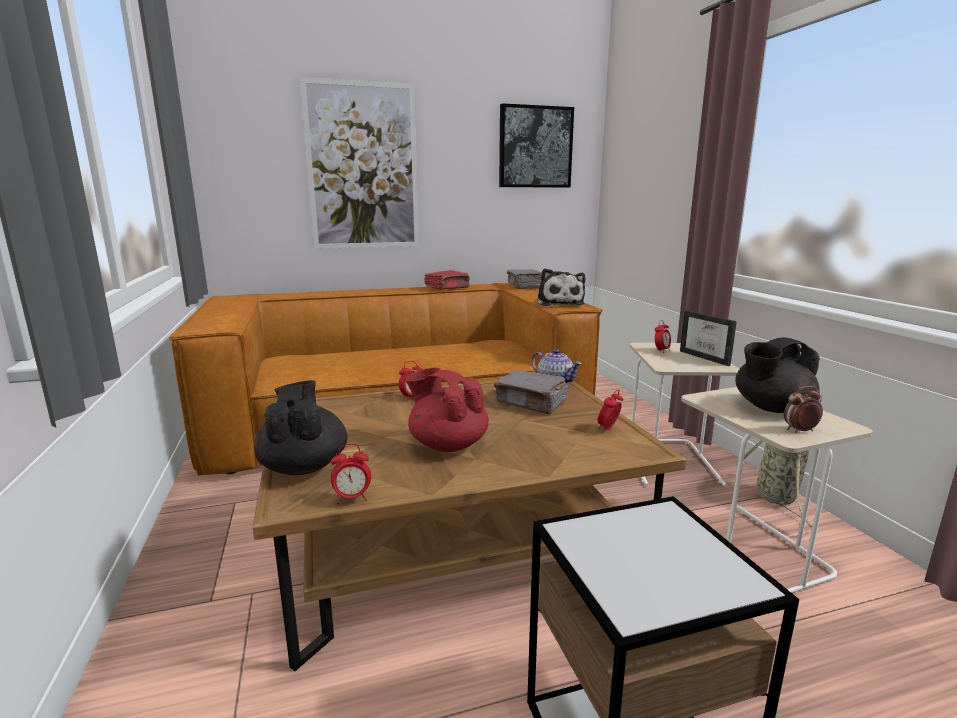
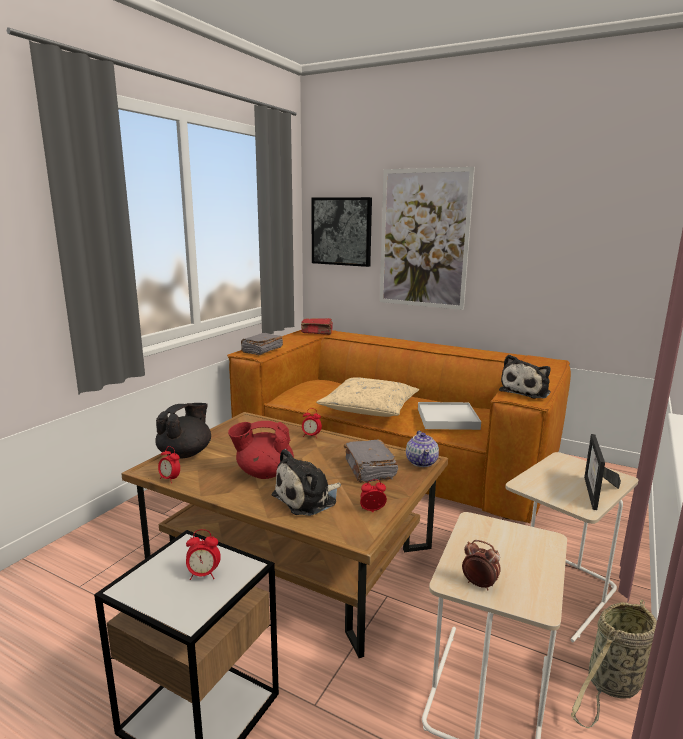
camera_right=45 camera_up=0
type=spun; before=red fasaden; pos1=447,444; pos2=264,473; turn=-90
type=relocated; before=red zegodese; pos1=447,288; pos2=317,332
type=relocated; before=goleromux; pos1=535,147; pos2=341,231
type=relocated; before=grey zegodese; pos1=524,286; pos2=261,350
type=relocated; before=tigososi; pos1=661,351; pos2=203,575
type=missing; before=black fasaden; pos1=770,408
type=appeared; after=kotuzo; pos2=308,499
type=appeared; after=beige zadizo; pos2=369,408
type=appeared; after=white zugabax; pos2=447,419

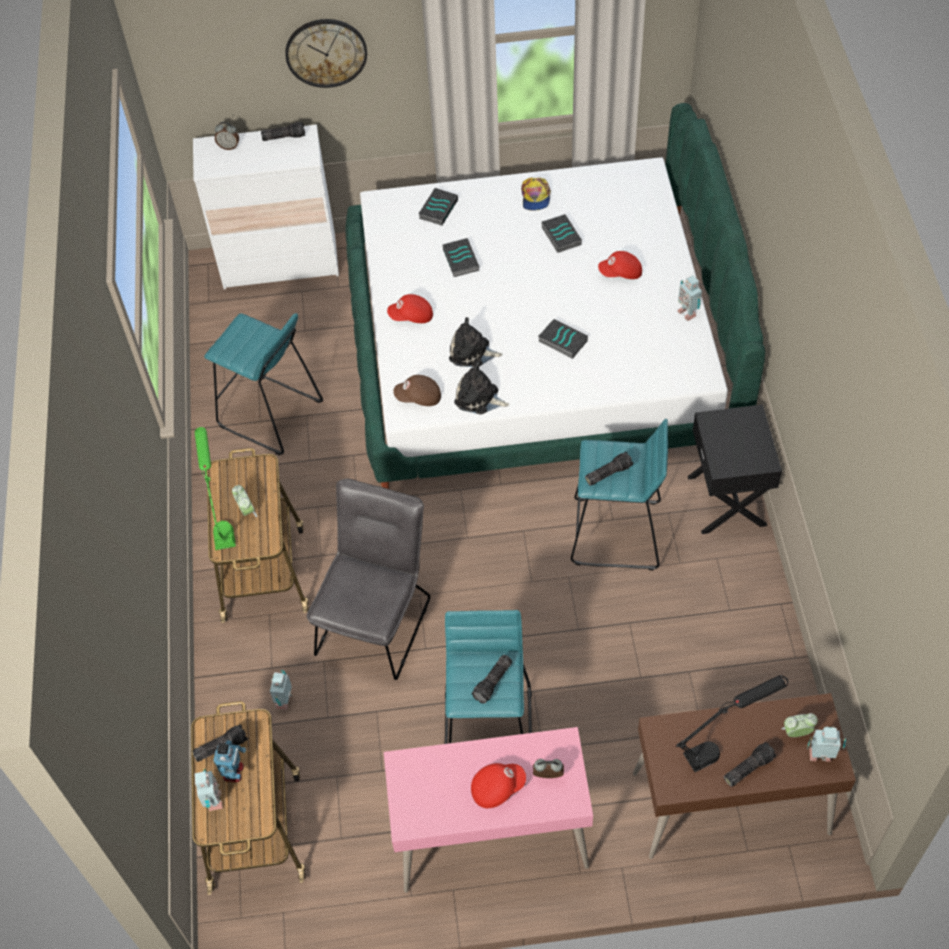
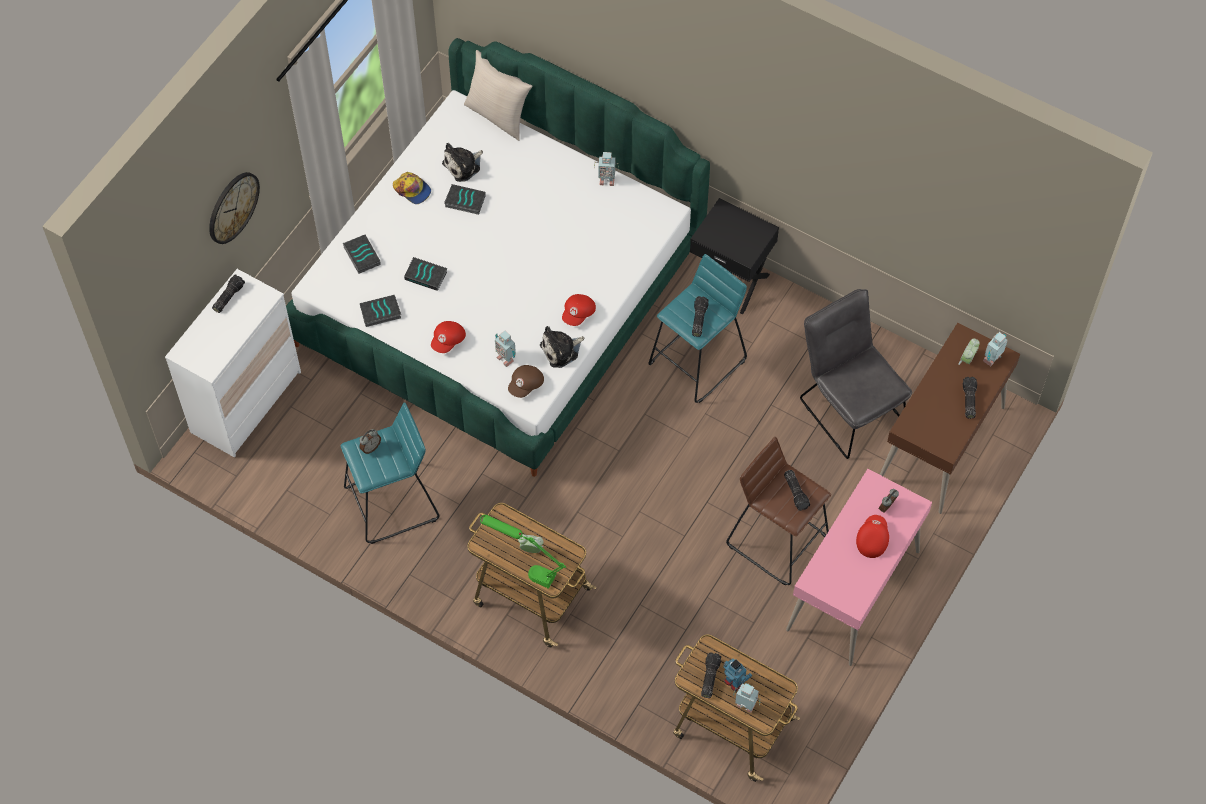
camera_right=-55 camera_up=5
type=relocated; before=tigososi; pos1=229,146; pos2=370,447
type=relocated; before=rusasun; pos1=285,700; pos2=506,358
type=relocated; before=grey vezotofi; pos1=377,619; pos2=848,406
type=colour; before=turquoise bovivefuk; after=brown bovivefuk; pos1=489,729; pos2=777,539
type=relocated; before=kotuzo; pos1=472,352; pos2=463,165
type=relocated; before=zegodese; pos1=562,341; pos2=380,313
type=relocated; before=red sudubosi; pos1=621,273; pos2=579,314
type=missing; before=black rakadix; pos1=723,746
type=appeared; after=beige zadizo; pos2=498,115

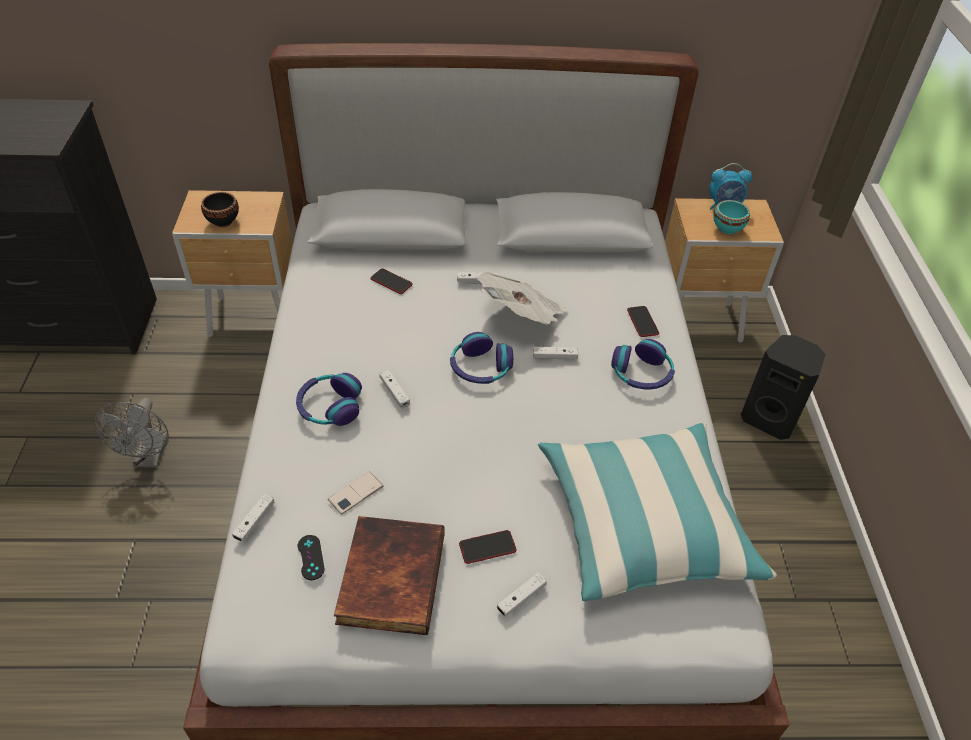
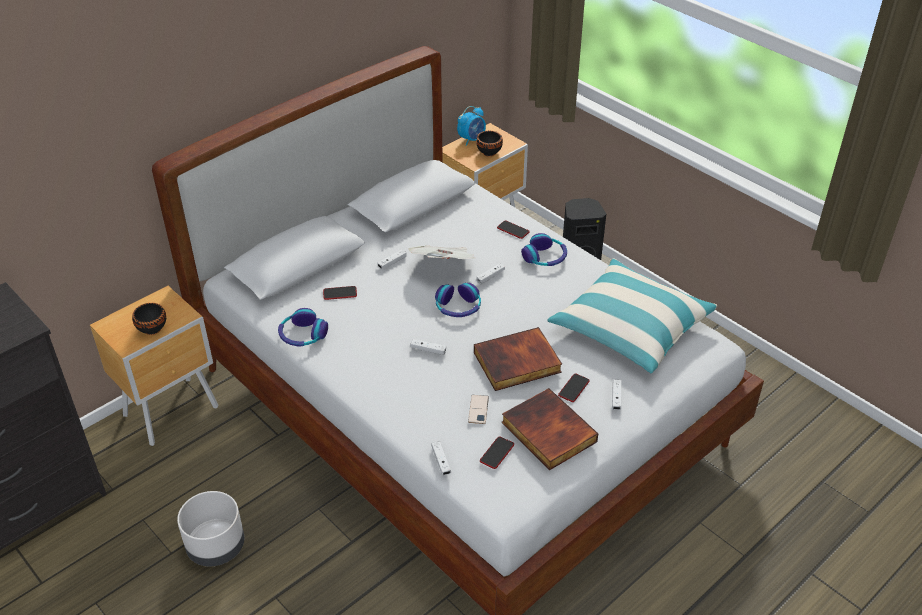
camera_right=-40 camera_up=-5
type=exchanged; before=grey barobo; after=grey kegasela; pos1=150,458; pos2=216,546
type=relocated; before=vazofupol; pos1=329,406; pos2=302,335
type=exchanged; before=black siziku; after=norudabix; pos1=311,557; pos2=497,453
type=colour; before=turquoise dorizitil; after=black dorizitil; pos1=727,228; pos2=488,152
type=appeared; after=zegodese; pos2=517,363

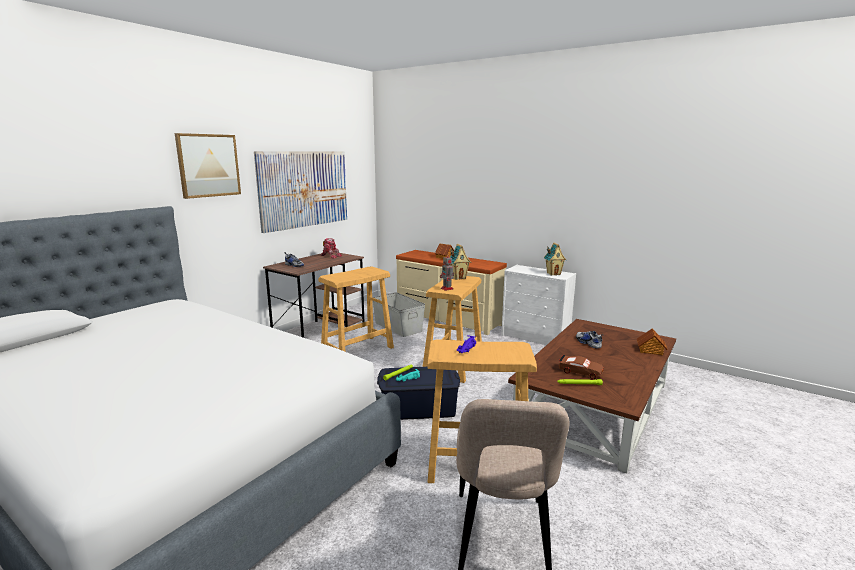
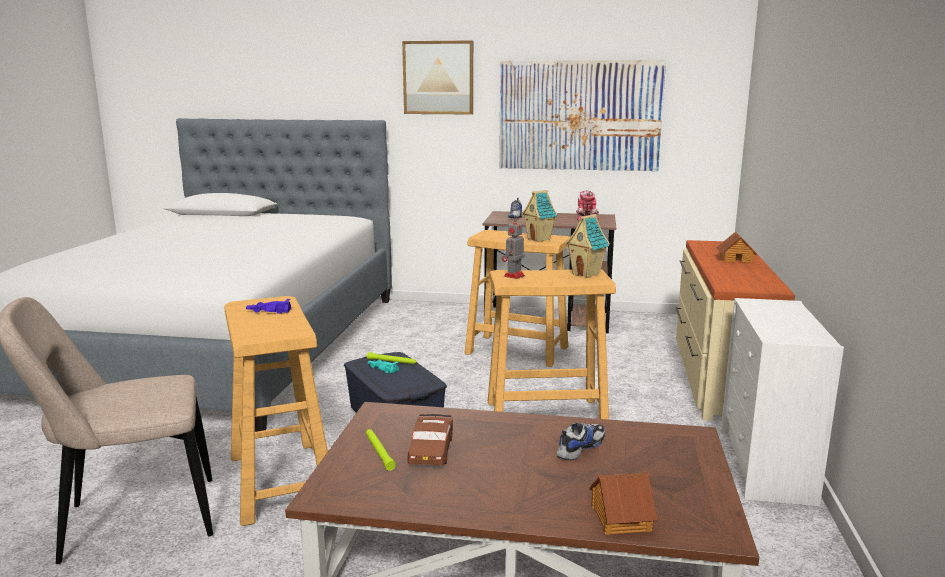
camera_right=65 camera_up=0
type=missing; before=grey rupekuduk; pos1=398,326
type=relocated; before=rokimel; pos1=553,273; pos2=539,239

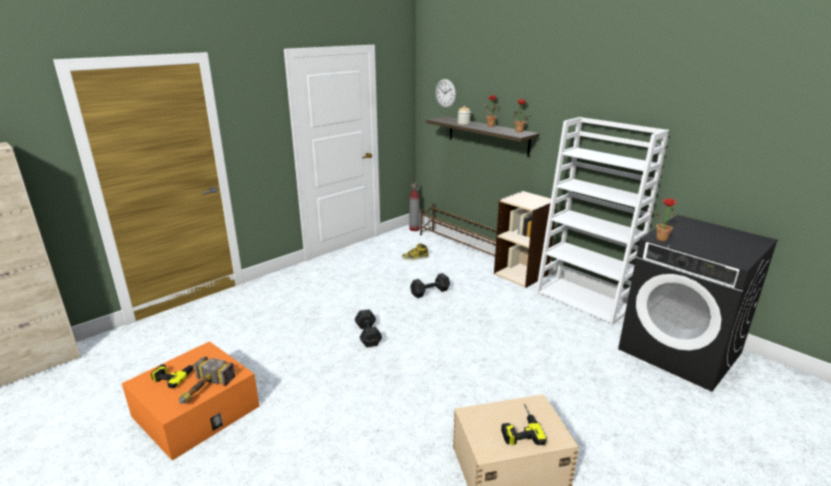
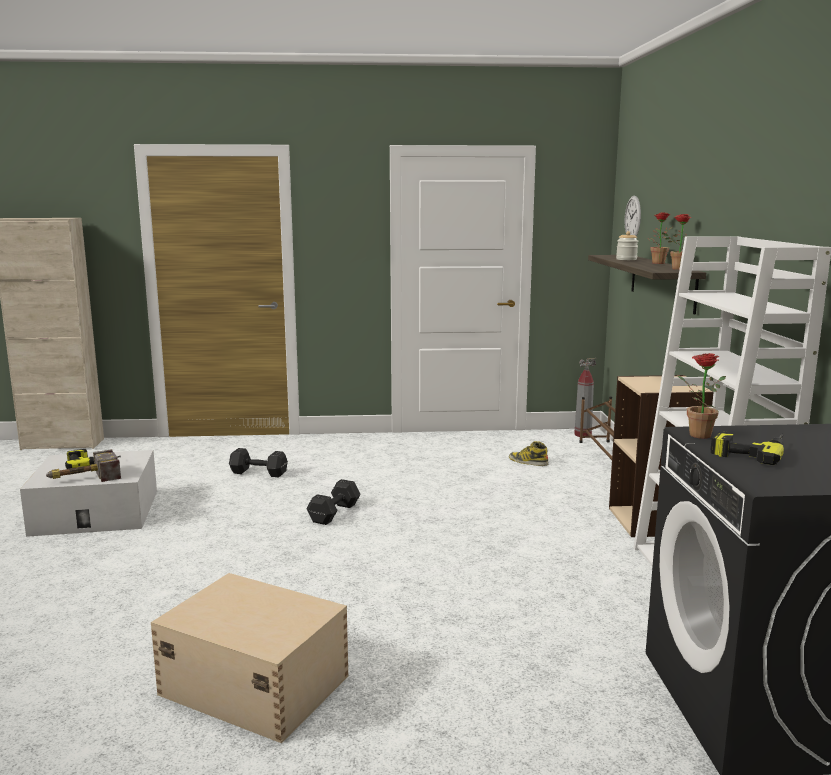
camera_right=40 camera_up=-10
type=colour; before=orange rupekuduk; after=white rupekuduk; pos1=196,411; pos2=96,512
type=relocated; before=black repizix; pos1=431,292; pos2=259,473
type=relocated; before=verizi; pos1=519,427; pos2=750,450

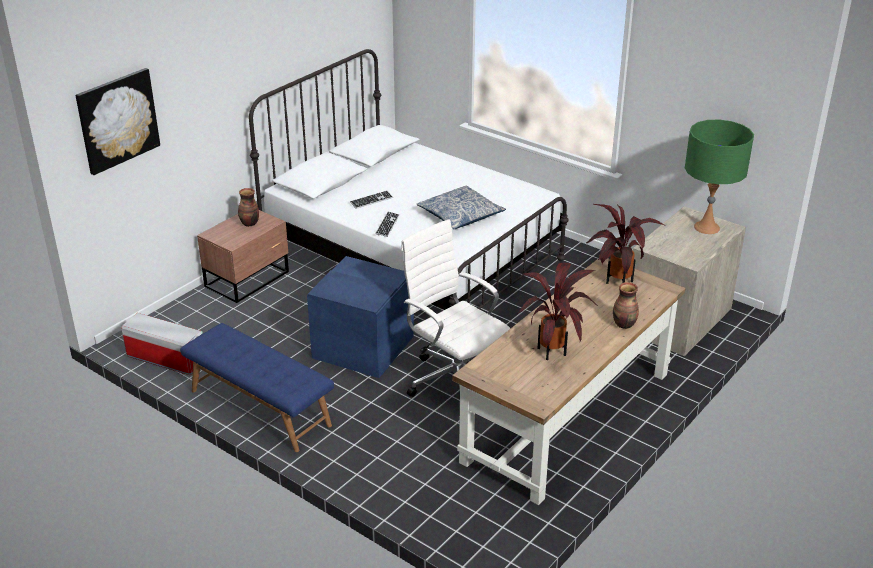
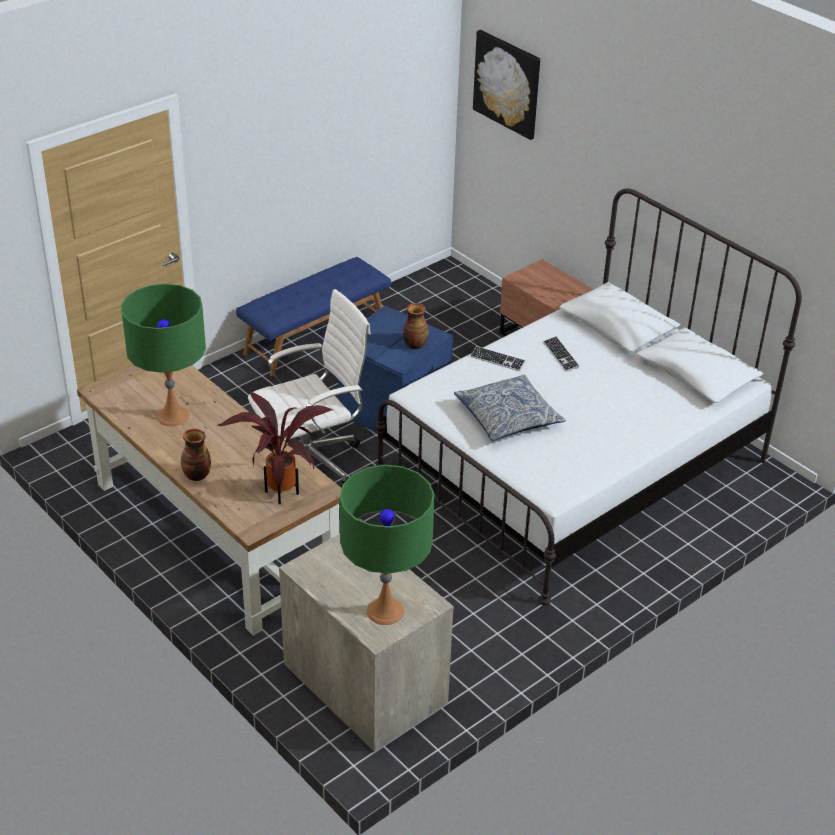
camera_right=100 camera_up=5
type=missing; before=rupekuduk; pos1=165,359
type=relocated; before=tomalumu; pos1=249,223; pos2=414,344
type=exchanged; before=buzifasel; after=green rakadix; pos1=555,352; pos2=173,416

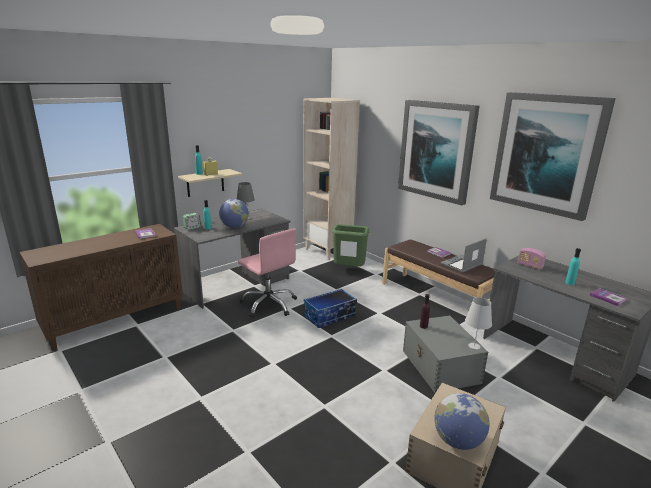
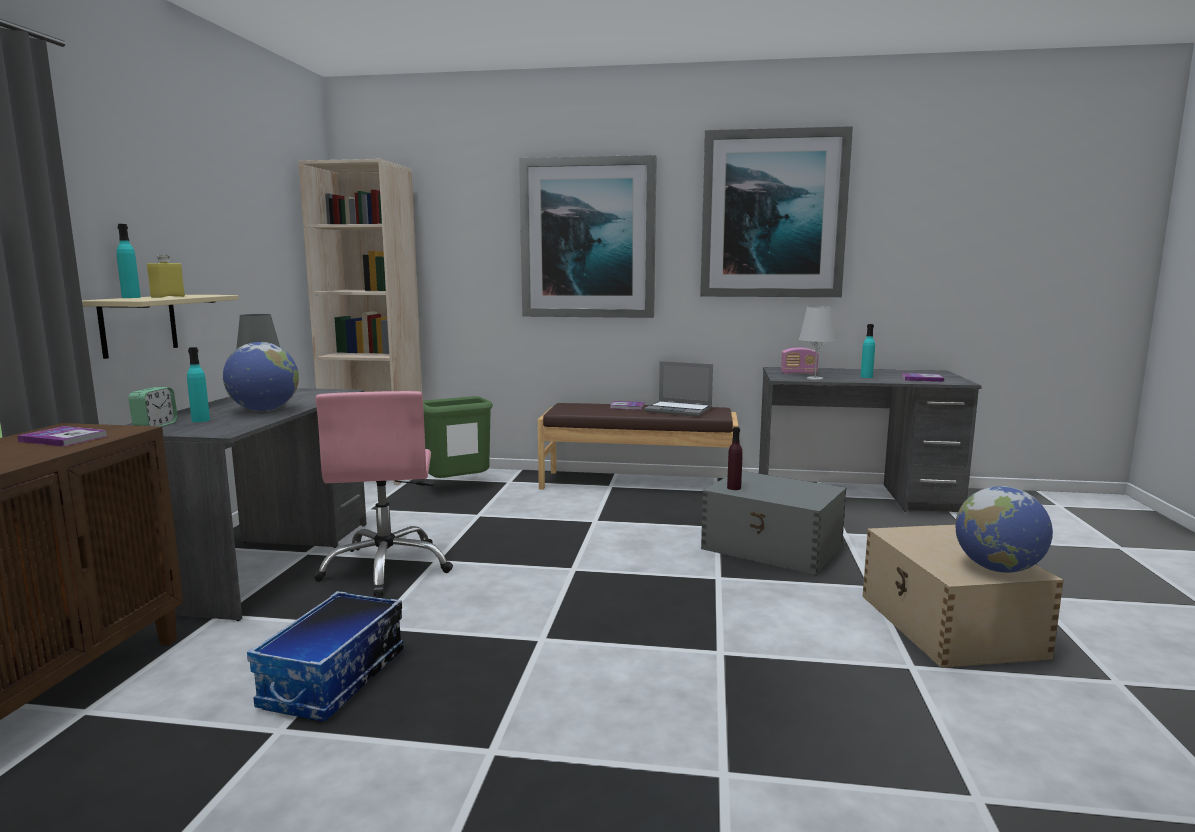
camera_right=-40 camera_up=-10
type=spun; before=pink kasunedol; pos1=269,304; pos2=387,568; turn=75
type=relocated; before=rupekuduk; pos1=330,317; pos2=335,680
type=spun; before=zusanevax; pos1=461,265; pos2=679,410; turn=-75
type=relocated; before=white rakadix; pos1=474,346; pos2=815,379

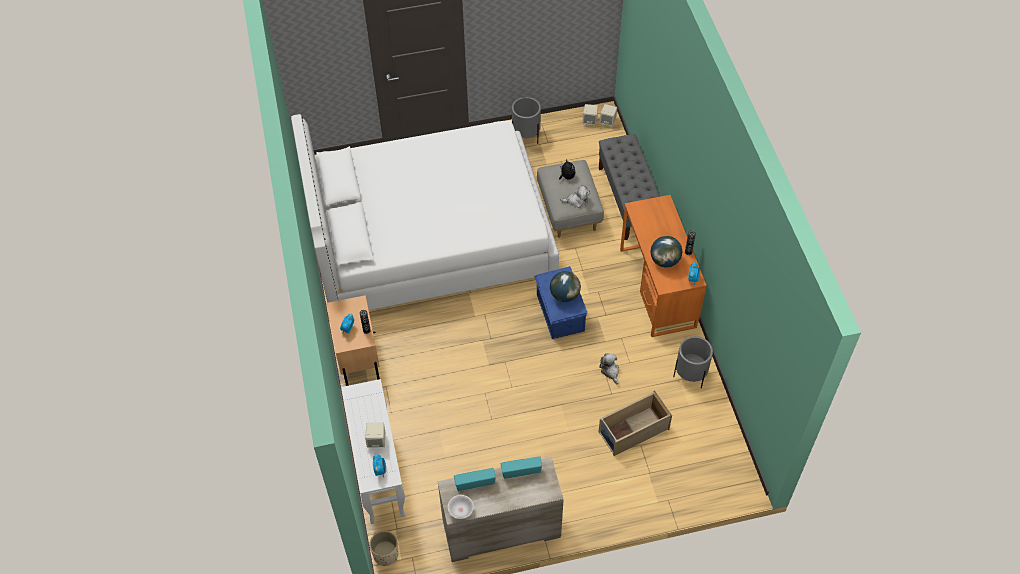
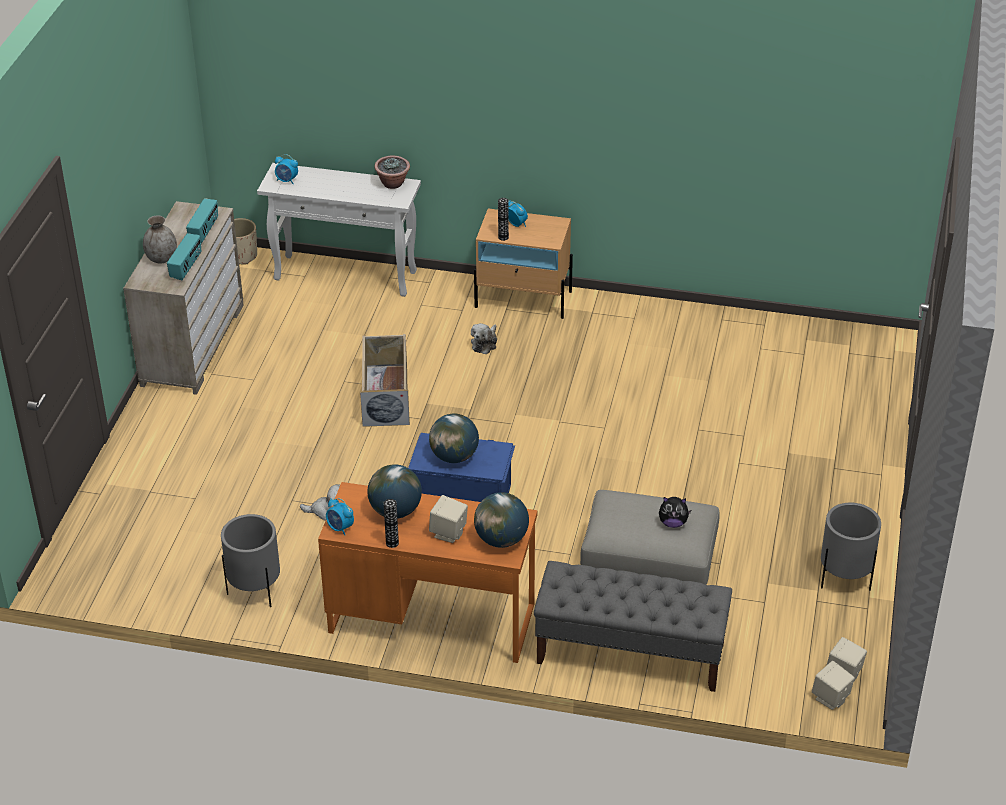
camera_right=115 camera_up=-15
type=missing; before=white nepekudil; pos1=430,238
type=relocated; before=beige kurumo; pos1=377,441; pos2=448,533
type=missing; before=white dorizitil; pos1=461,510
type=relocated; before=kotuzo; pos1=576,201; pos2=485,343
type=relocated; before=beige rupekuduk; pos1=633,431; pos2=385,395
type=appeared; after=grey tomalumu; pos2=162,258
type=appeared; after=buzifasel; pos2=393,183
type=appeared; after=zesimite; pos2=501,539

